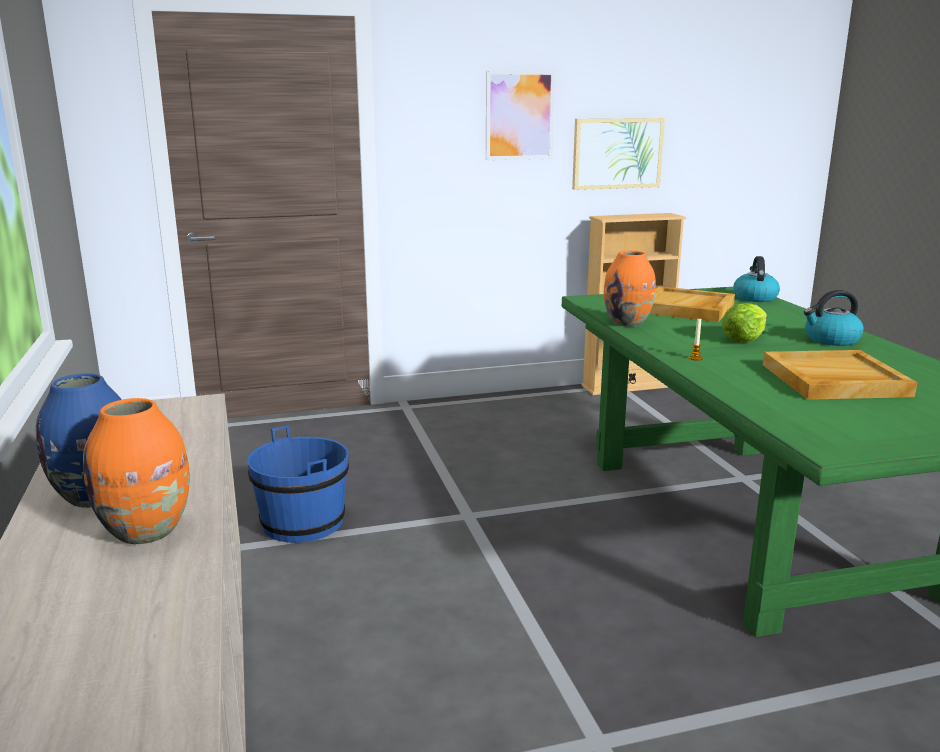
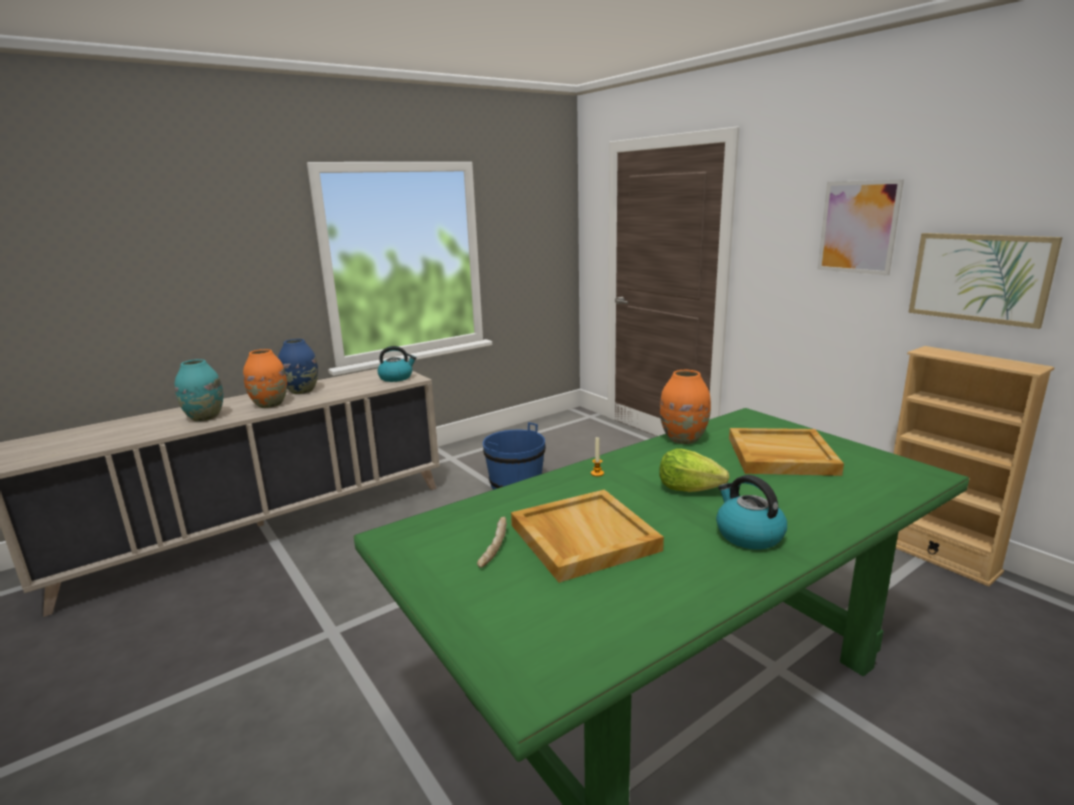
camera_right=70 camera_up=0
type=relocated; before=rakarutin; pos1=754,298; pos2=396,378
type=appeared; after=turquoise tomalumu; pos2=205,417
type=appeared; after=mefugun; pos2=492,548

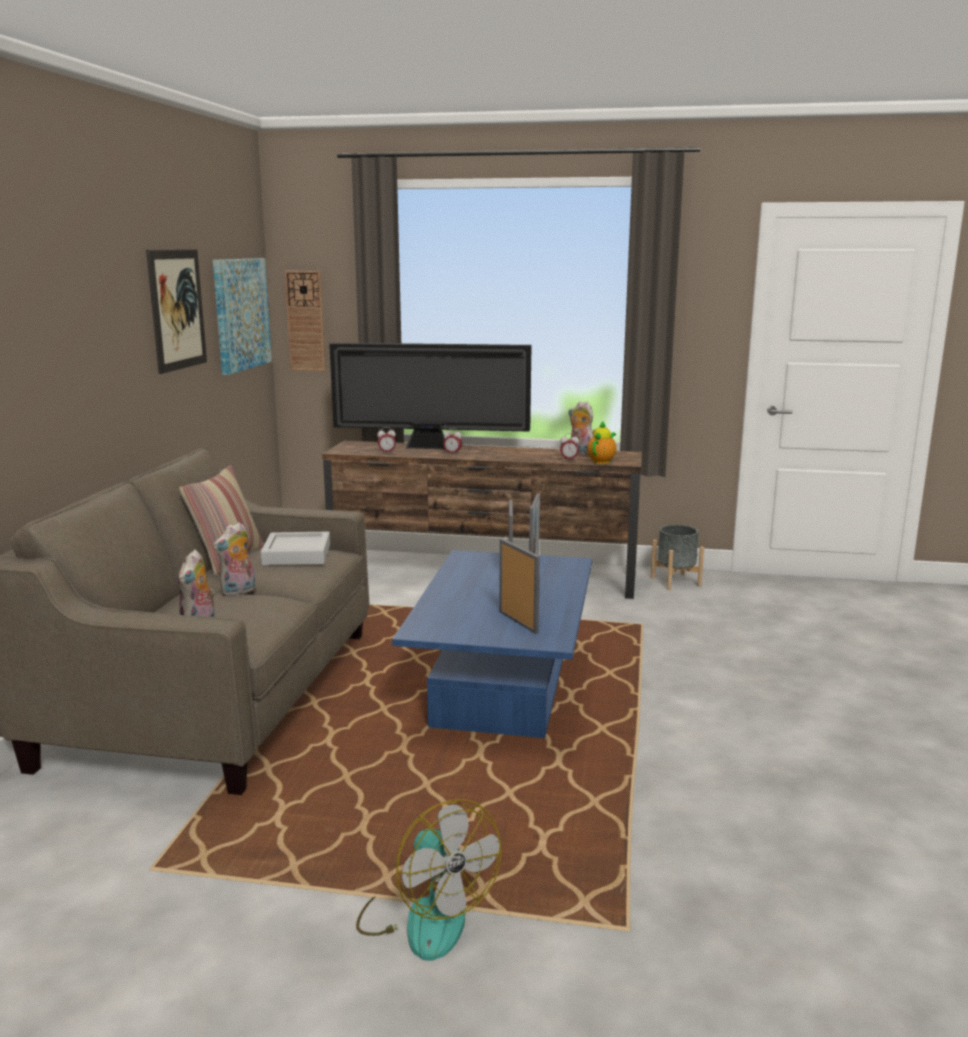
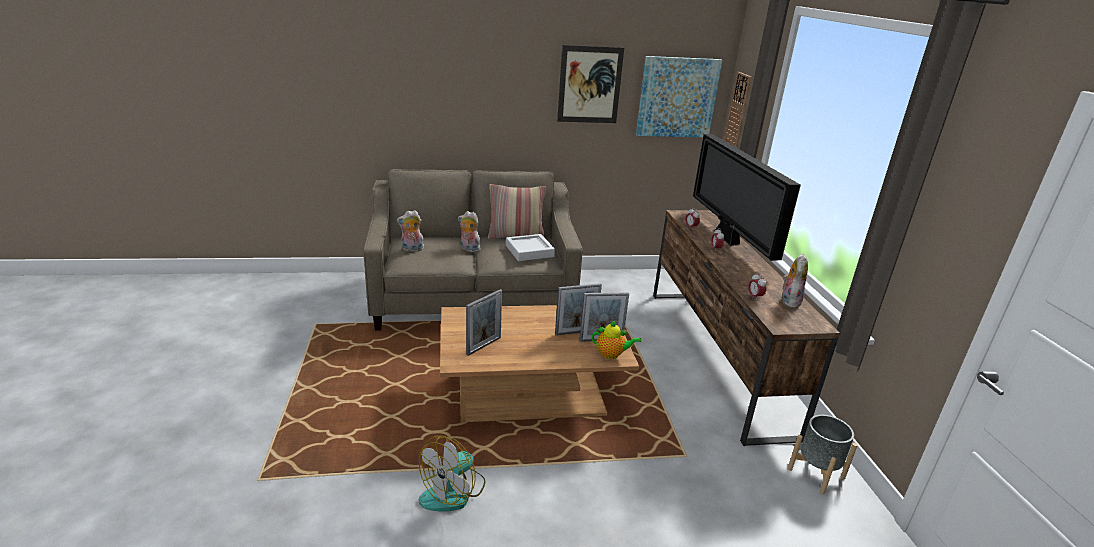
camera_right=70 camera_up=10
type=relocated; before=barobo; pos1=425,915; pos2=453,492
type=colour; before=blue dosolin; after=brown dosolin; pos1=503,685; pos2=530,394
type=relocated; before=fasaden; pos1=602,461; pos2=612,354

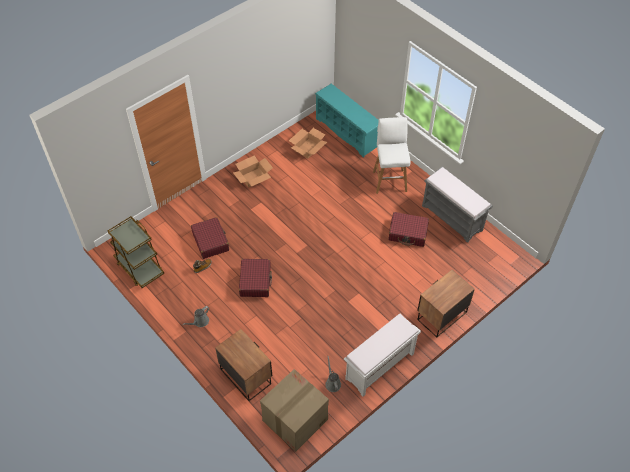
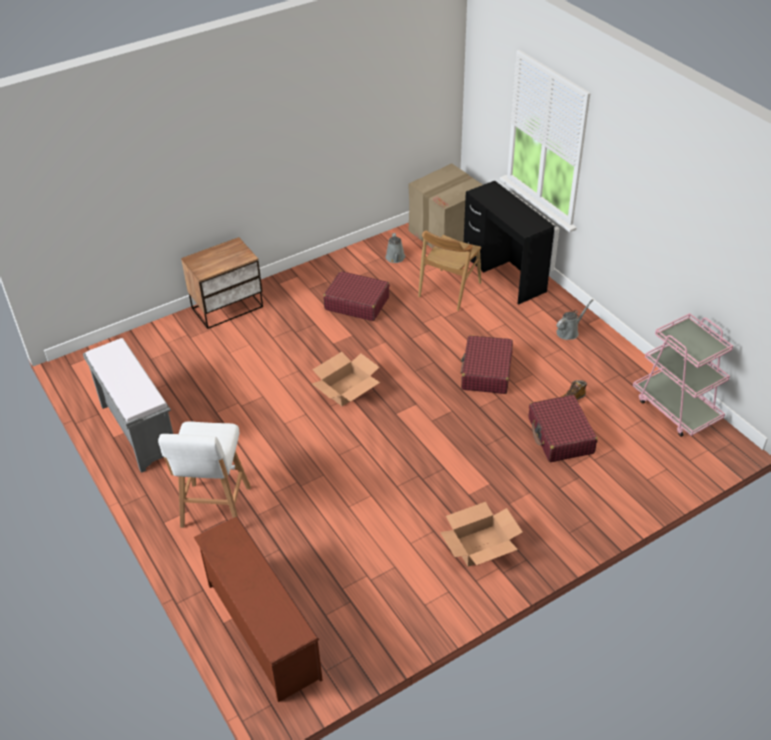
camera_right=-170 camera_up=-10
type=colour; before=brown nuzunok; after=pink nuzunok; pos1=139,268; pos2=676,408
type=exchanged; before=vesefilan; after=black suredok; pos1=246,375; pos2=504,273
type=relocated; before=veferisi; pos1=308,148; pos2=346,389
type=colour; before=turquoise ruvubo; after=brown ruvubo; pos1=347,132; pos2=261,630
type=missing; before=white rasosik; pos1=379,367
type=relocated; before=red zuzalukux; pos1=408,233; pos2=357,303
type=appeared; after=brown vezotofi; pos2=449,290

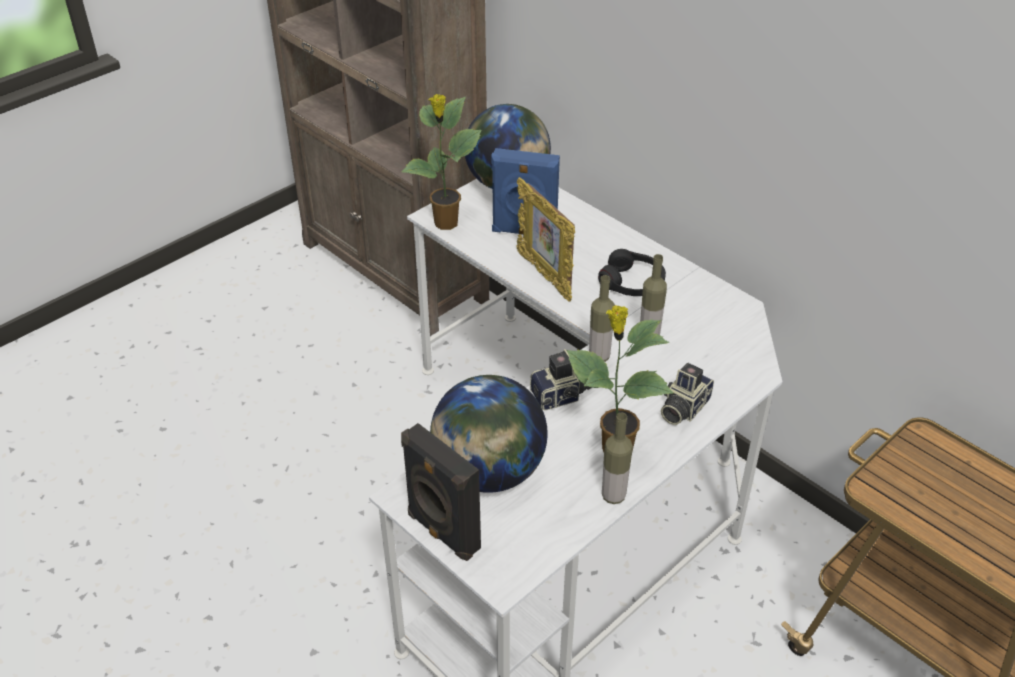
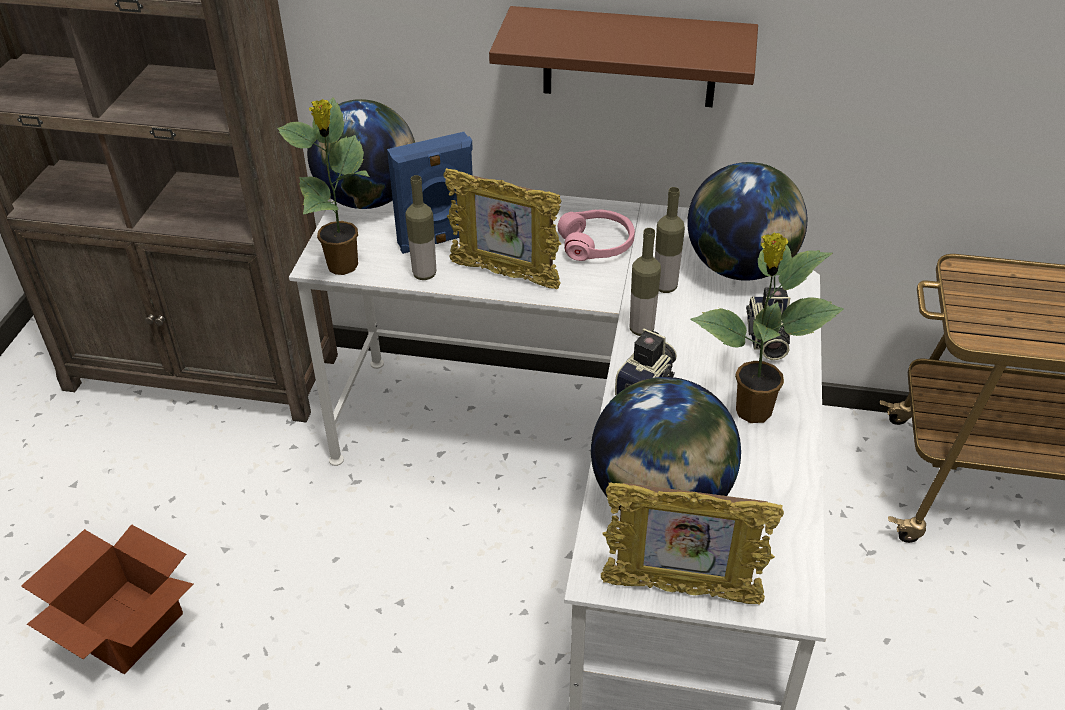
camera_right=-35 camera_up=0
type=exchanged; before=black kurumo; after=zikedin; pos1=442,532; pos2=681,590
type=colour; before=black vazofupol; after=pink vazofupol; pos1=632,282; pos2=596,244
type=relocated; before=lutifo; pos1=613,496; pos2=424,274
type=appeared; after=veferisi; pos2=124,623
type=appeared; after=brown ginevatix; pos2=629,57
type=appeared; after=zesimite; pos2=740,268

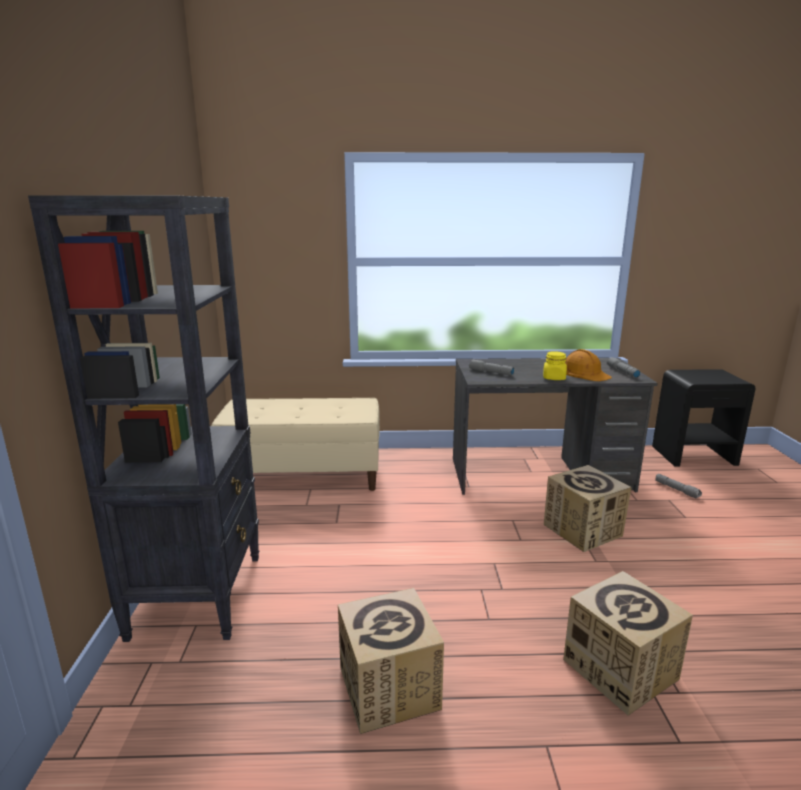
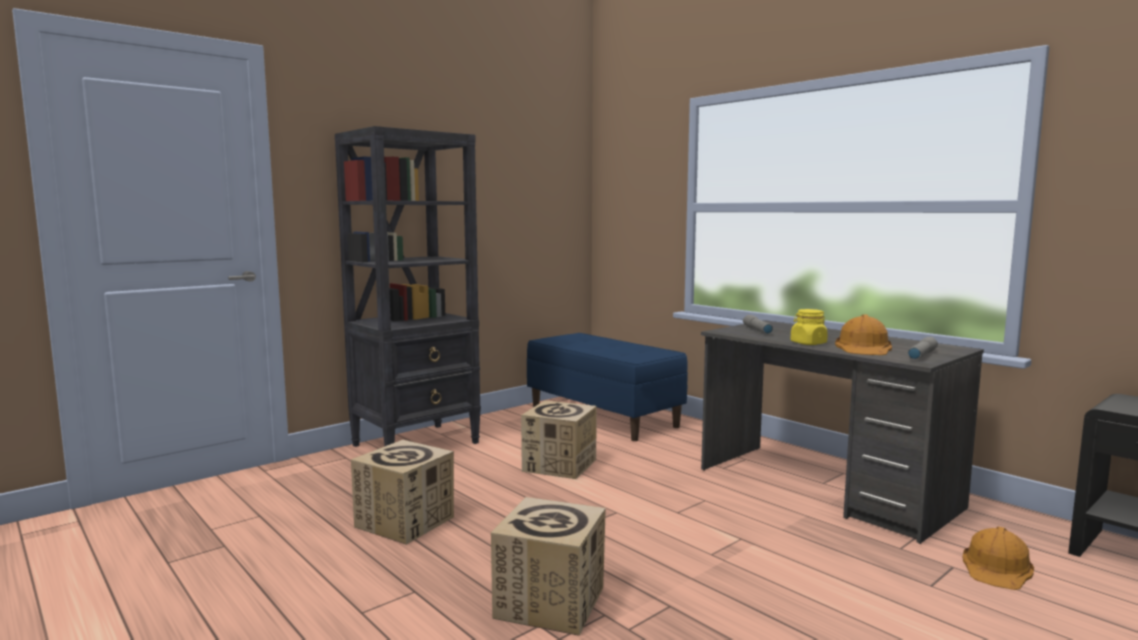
camera_right=50 camera_up=-10
type=colour; before=beige rasosik; after=blue rasosik; pos1=304,476; pos2=604,417
type=relocated; before=veferisi; pos1=583,530; pos2=559,465
type=exchanged; before=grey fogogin; after=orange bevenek; pos1=677,490; pos2=997,567

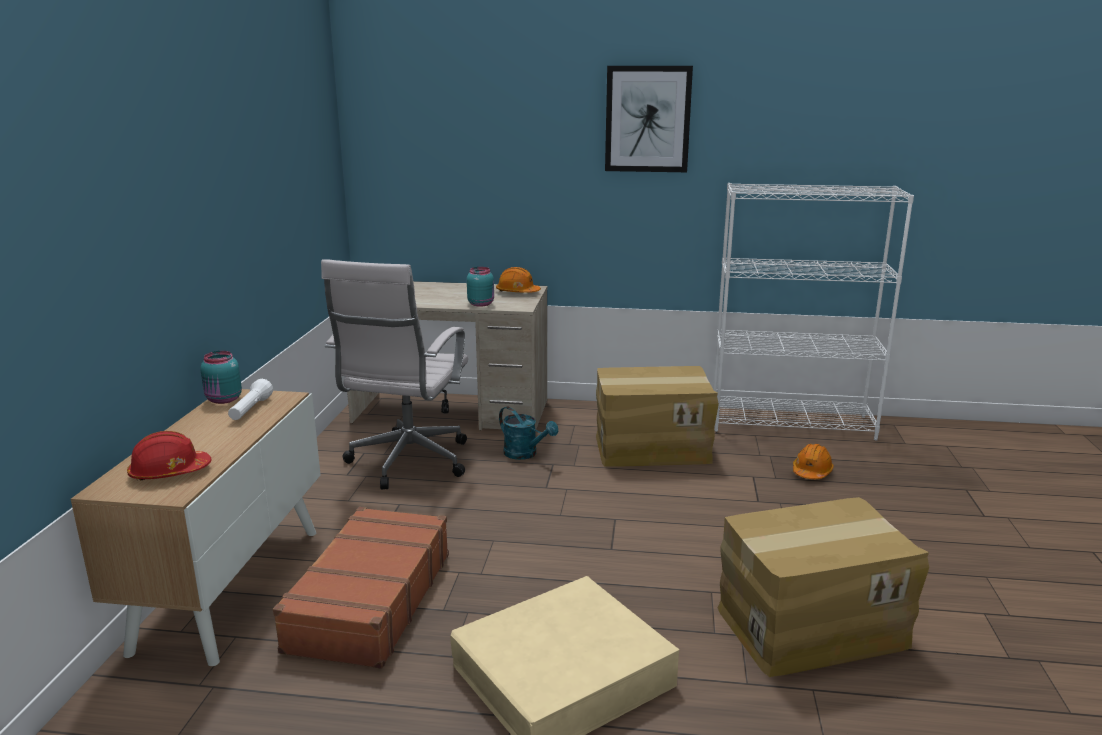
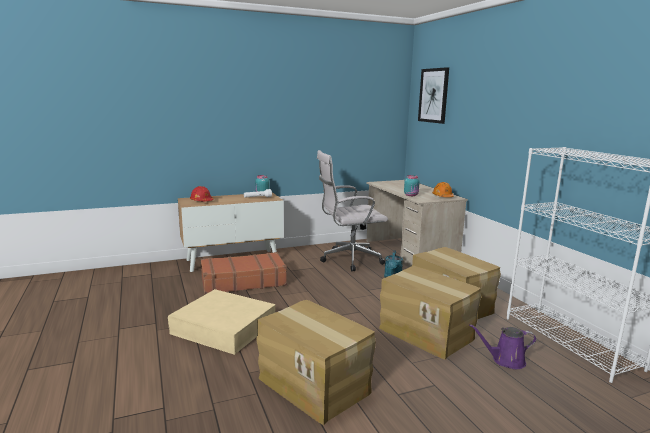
camera_right=60 camera_up=-5
type=relocated; before=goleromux; pos1=647,119; pos2=433,95
type=exchanged; before=orange bevenek; after=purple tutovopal; pos1=811,472; pos2=505,360
type=appeared; after=veferisi; pos2=426,333

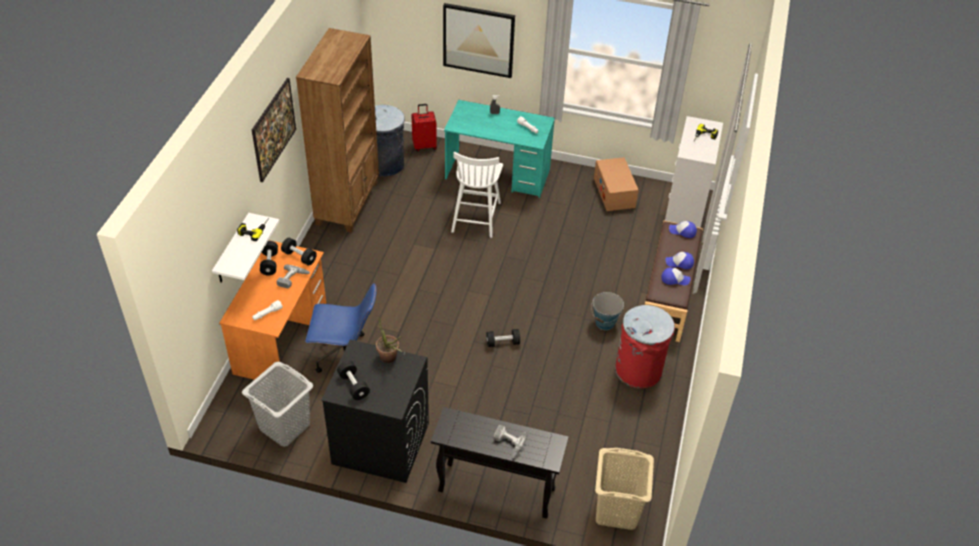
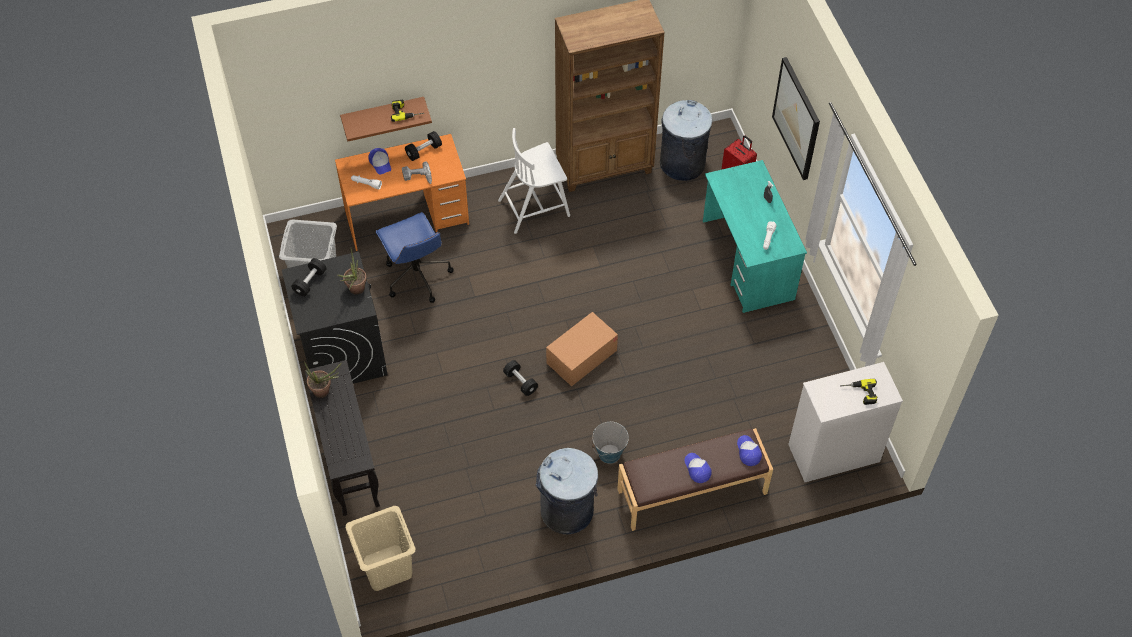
camera_right=60 camera_up=10
type=colour; before=white ginevatix; after=brown ginevatix; pos1=232,250; pos2=383,114
type=missing; before=goleromux; pos1=275,142
type=missing; before=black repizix; pos1=299,257
type=relocated; before=white vezotofi; pos1=476,216; pos2=535,207
type=missing; before=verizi; pos1=508,443
type=relocated; before=veferisi; pos1=614,192; pos2=581,356
type=colour; before=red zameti; after=grey zameti; pos1=639,370; pos2=567,511
type=relocated; before=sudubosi; pos1=675,279; pos2=380,163
type=appeared; after=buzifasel; pos2=325,391

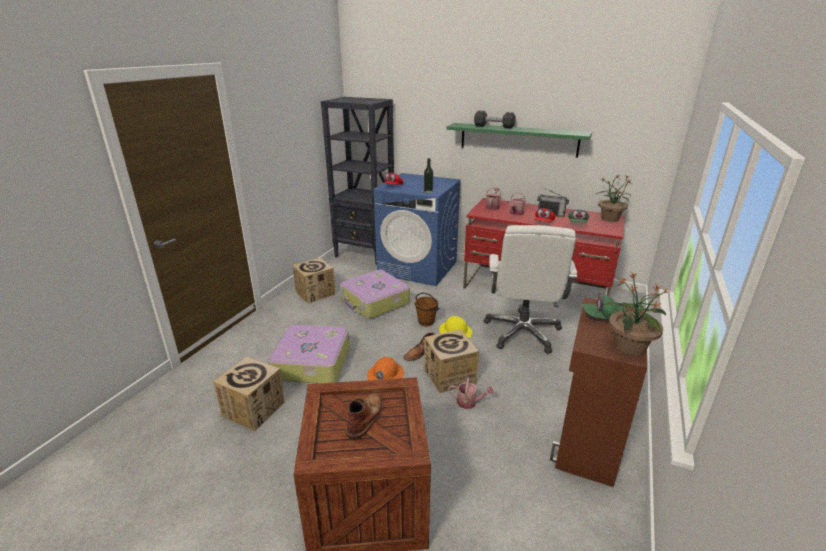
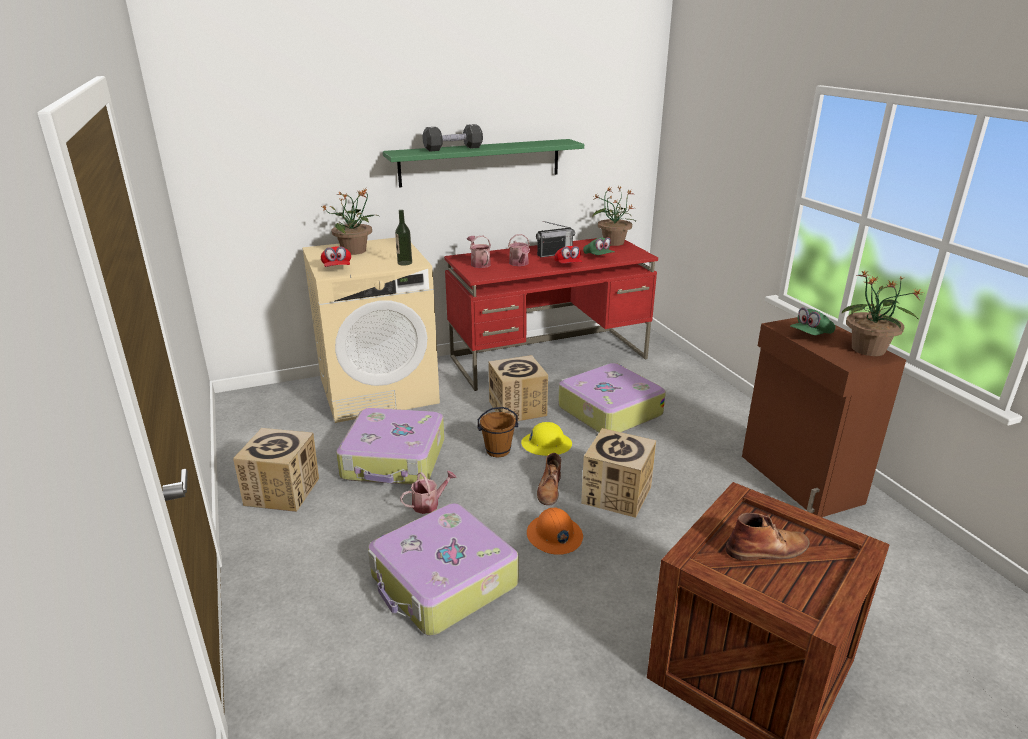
camera_right=-45 camera_up=0
type=relocated; before=veferisi; pos1=254,409; pos2=517,408
type=missing; before=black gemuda; pos1=365,254
type=spun; before=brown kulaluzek; pos1=366,417; pos2=768,549; turn=105
type=colour; before=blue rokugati; after=beige rokugati; pos1=418,268; pos2=379,390
type=relocated; before=tutovopal; pos1=469,402; pos2=429,504
type=exchanged; before=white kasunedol; after=zuzalukux; pos1=522,332; pos2=608,411
type=appeared; after=buzifasel; pos2=355,251

